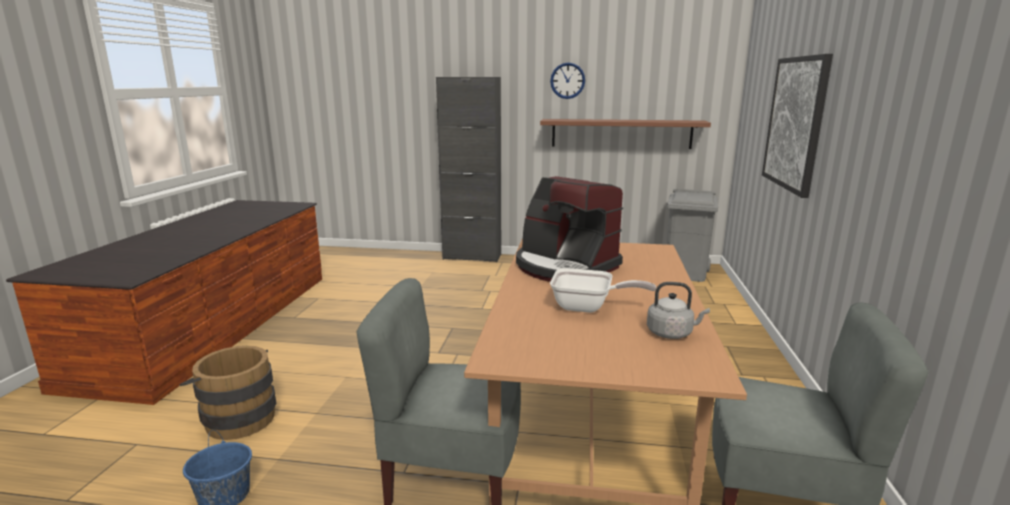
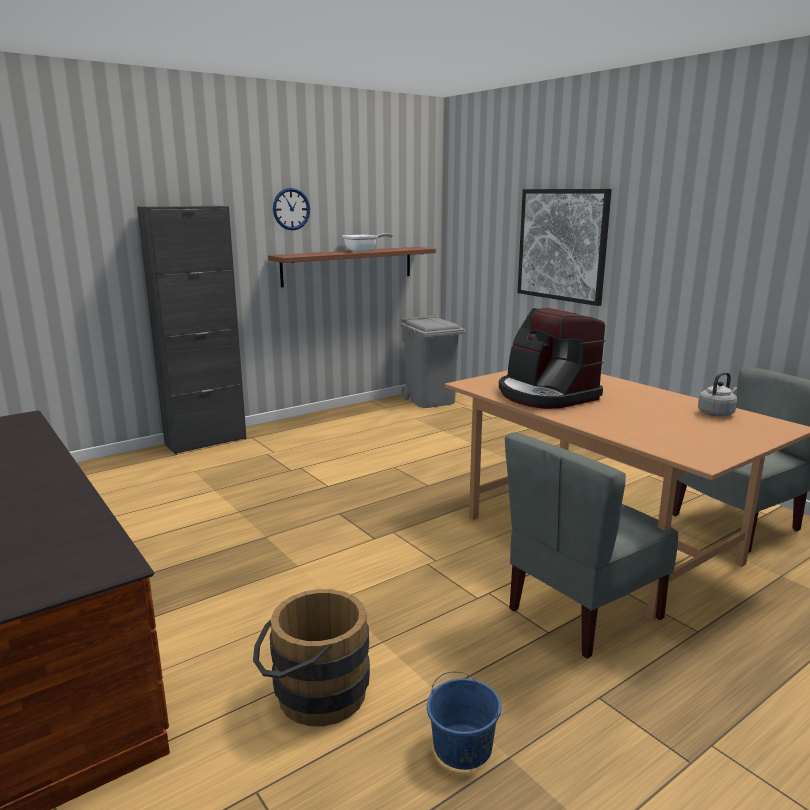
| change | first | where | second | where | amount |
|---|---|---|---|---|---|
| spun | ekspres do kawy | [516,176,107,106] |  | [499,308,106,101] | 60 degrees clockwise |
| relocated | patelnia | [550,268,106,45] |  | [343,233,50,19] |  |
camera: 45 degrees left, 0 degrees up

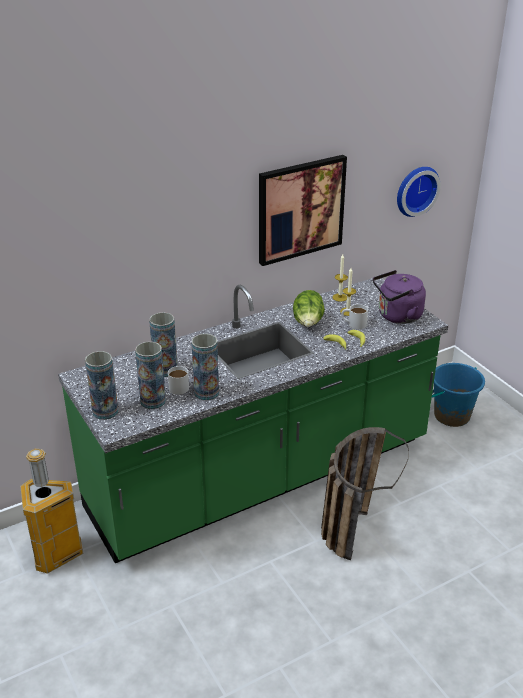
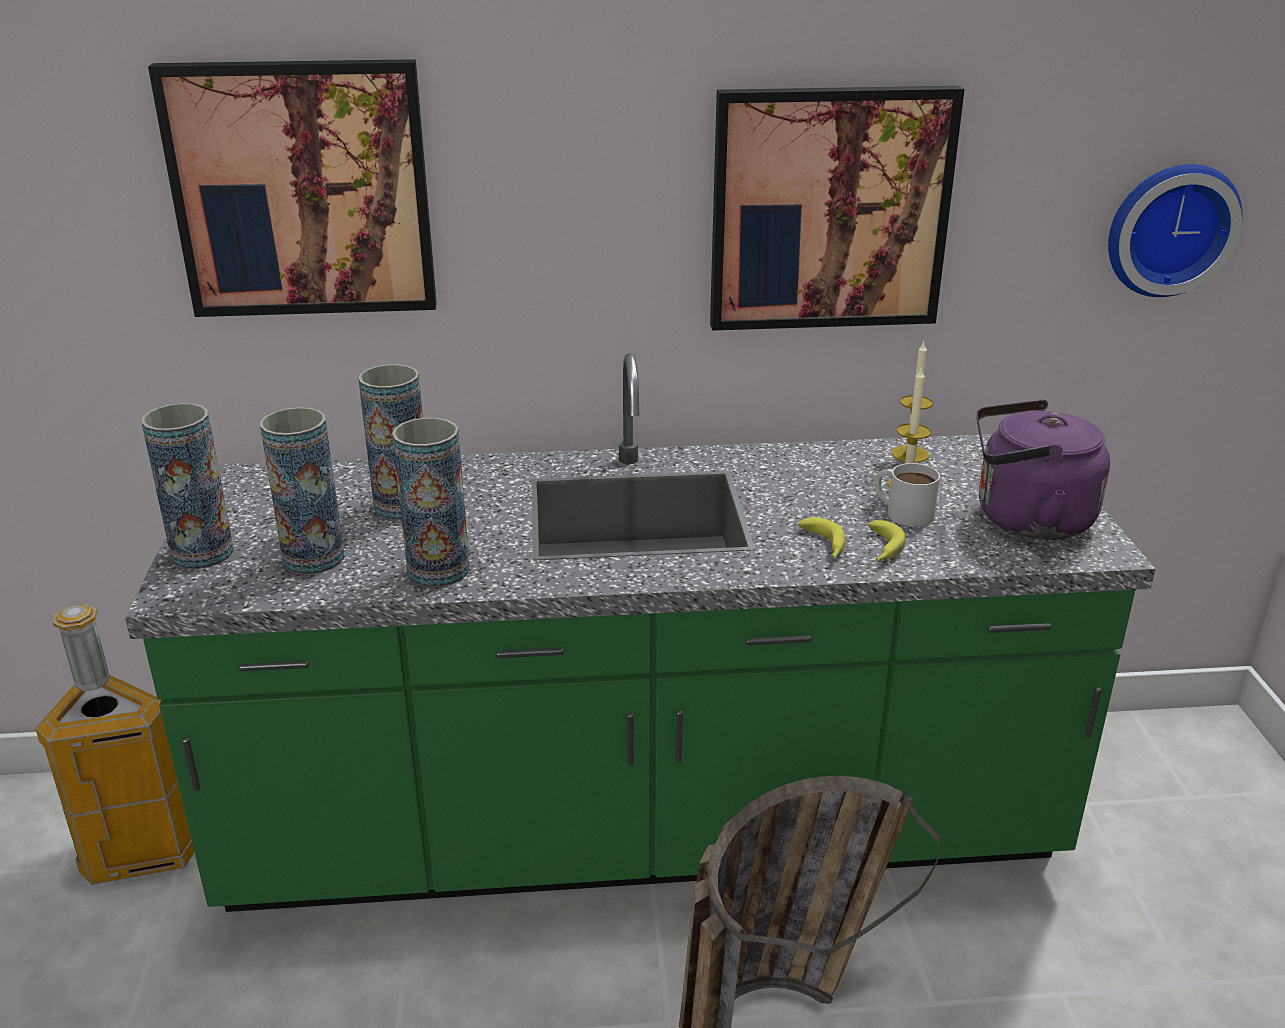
| change | first | where | second | where | amount |
|---|---|---|---|---|---|
| missing | kubek [biały] | [168,366,21,29] |  |  |  |
| missing | sałata | [293,290,32,37] |  |  |  |
| missing | wiadro [niebieski] | [432,363,53,64] |  |  |  |
| appeared |  |  | obraz | [148,59,289,258] |  |
camera: 25 degrees right, 5 degrees down

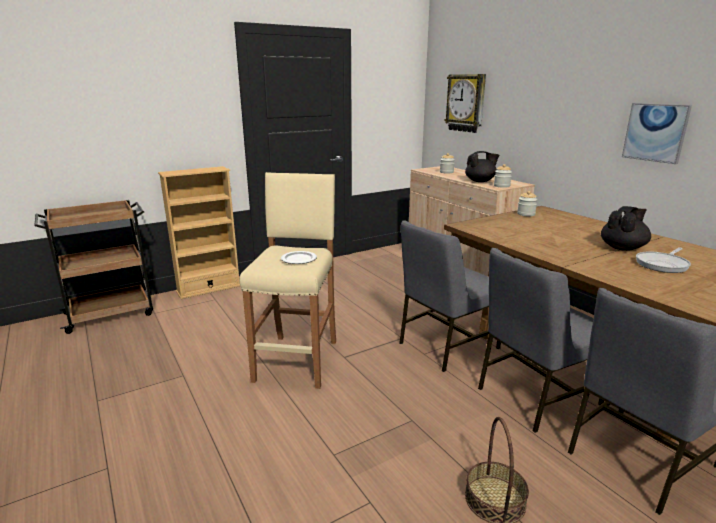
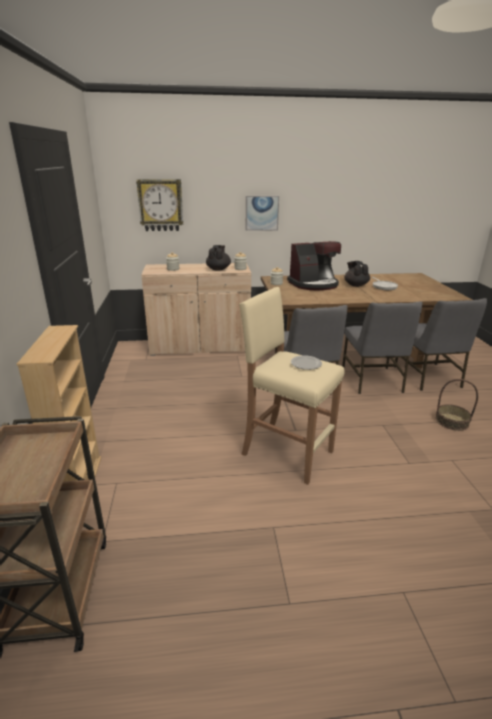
| change | first | where | second | where | amount |
|---|---|---|---|---|---|
| relocated | obraz | [622,103,70,61] |  | [246,196,33,35] |  |
| appeared |  |  | ekspres do kawy | [287,241,54,49] |  |
camera: 65 degrees left, 5 degrees up

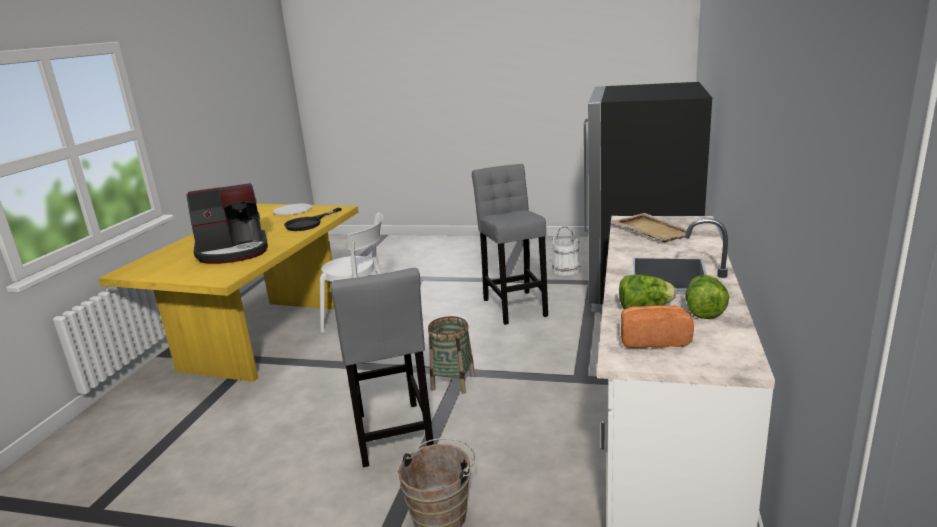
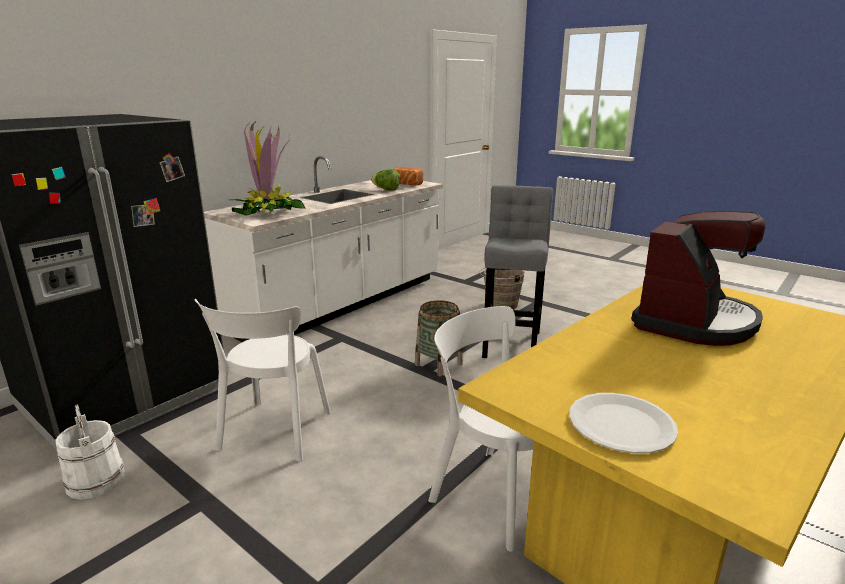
| change | first | where | second | where | amount |
|---|---|---|---|---|---|
| spun | ekspres do kawy | [186,183,82,81] |  | [631,211,135,135] | 120 degrees clockwise |
| missing | patelnia [czarny] | [284,208,58,23] |  |  |  |
| exchanged | stołek [szary] | [472,164,76,161] | krzesło [biały] | [194,299,137,162] |  |
| exchanged | taca [beżowy] | [610,213,90,29] | roślina doniczkowa | [229,120,77,96] |  |
| missing | sałata | [685,275,44,44] |  |  |  |
camera: 155 degrees left, 0 degrees up

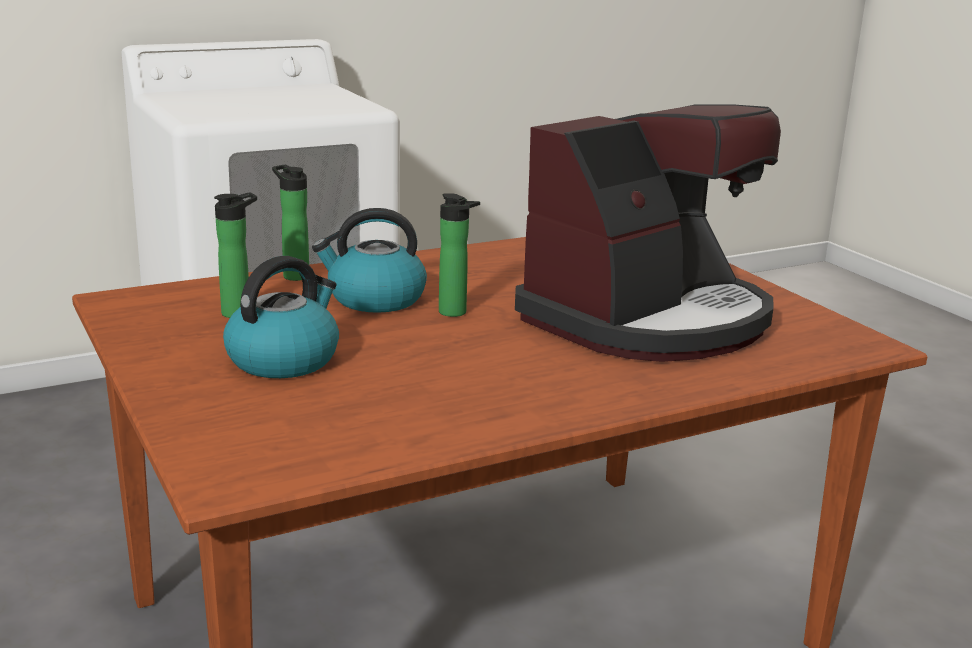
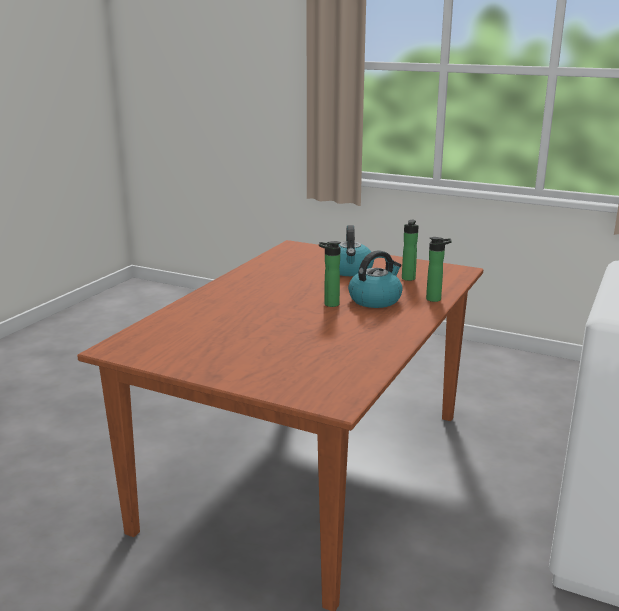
| change | first | where | second | where | amount |
|---|---|---|---|---|---|
| missing | ekspres do kawy | [515,105,266,257] |  |  |  |
camera: 145 degrees right, 0 degrees up

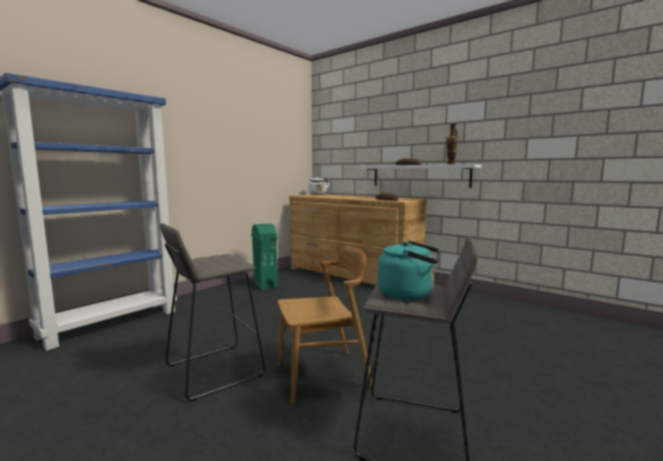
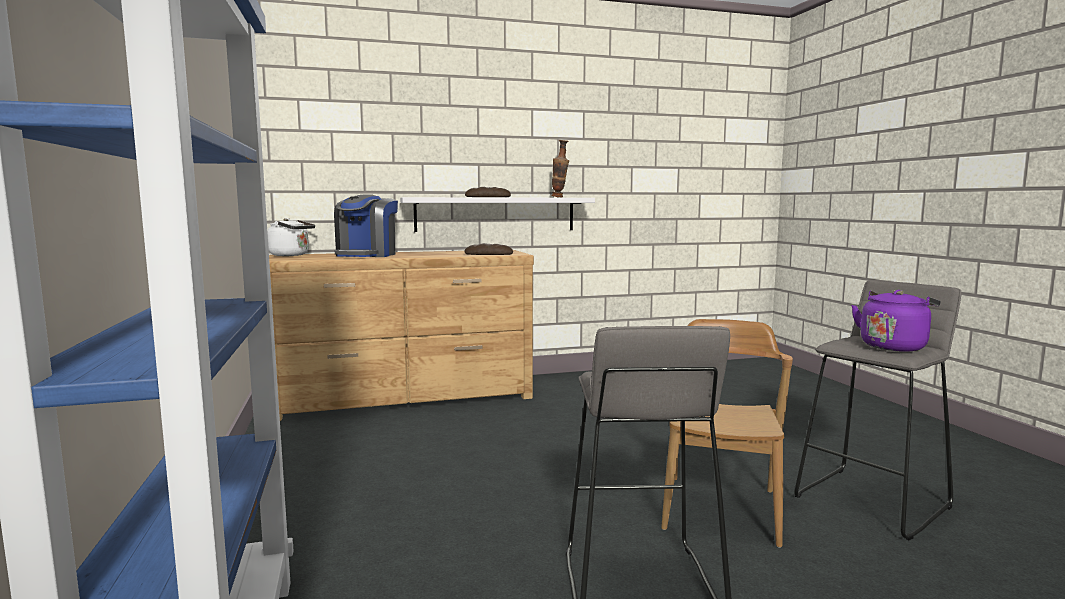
| change | first | where | second | where | amount |
|---|---|---|---|---|---|
| missing | kosz na śmieci [zielony] | [251,224,27,66] |  |  |  |
| colour | czajnik [turkusowy] | [378,241,61,59] | czajnik [fioletowy] | [851,290,90,62] |  |
| appeared |  |  | ekspres do kawy | [334,194,64,63] |  |
camera: 55 degrees left, 0 degrees up

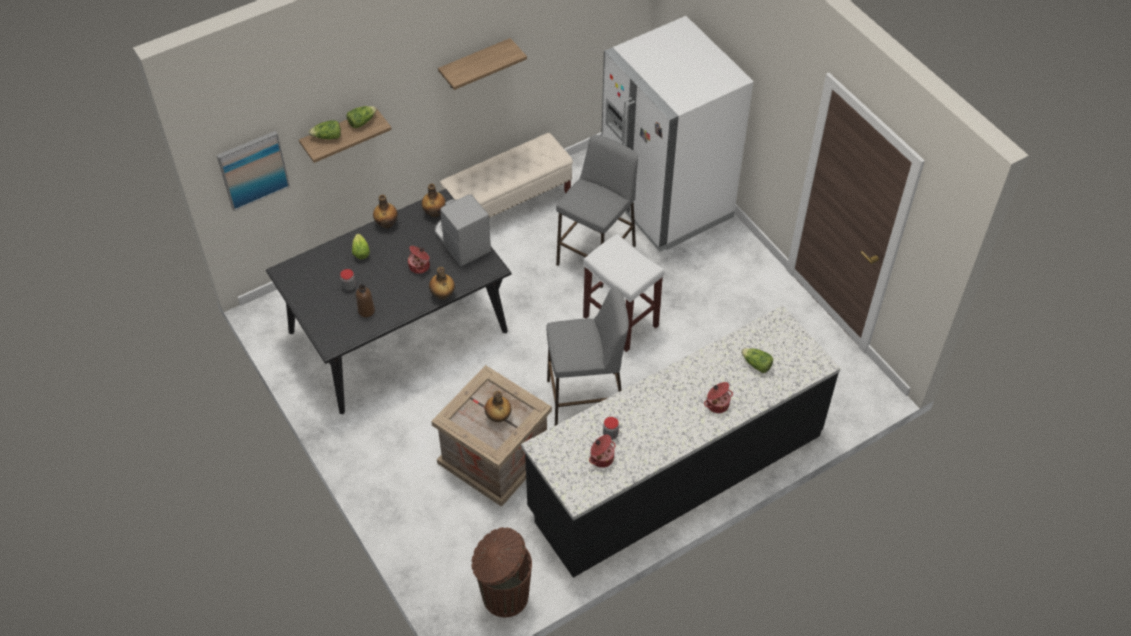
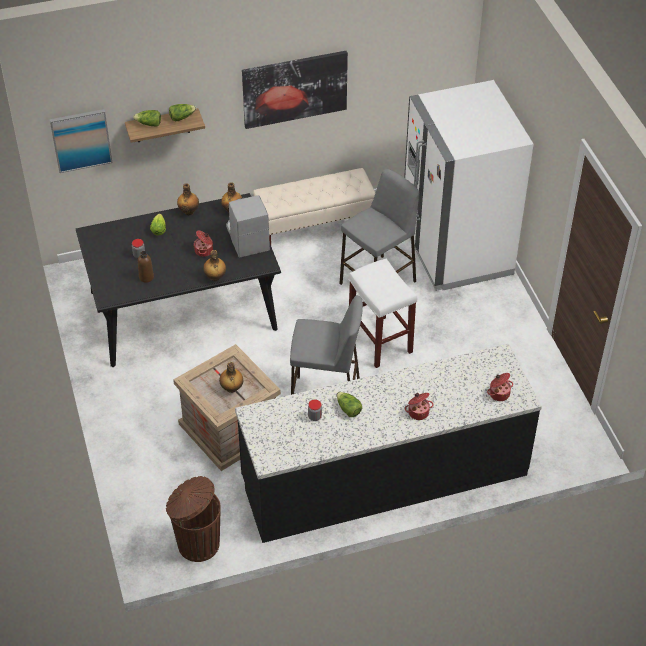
| change | first | where | second | where | amount |
|---|---|---|---|---|---|
| exchanged | półka | [438,38,89,52] | obraz | [242,51,106,78] |  |
| relocated | garnek | [589,435,27,33] |  | [487,373,26,28] |  |
| relocated | sałata | [741,348,32,25] |  | [337,392,25,25] |  |
camera: 15 degrees right, 5 degrees down

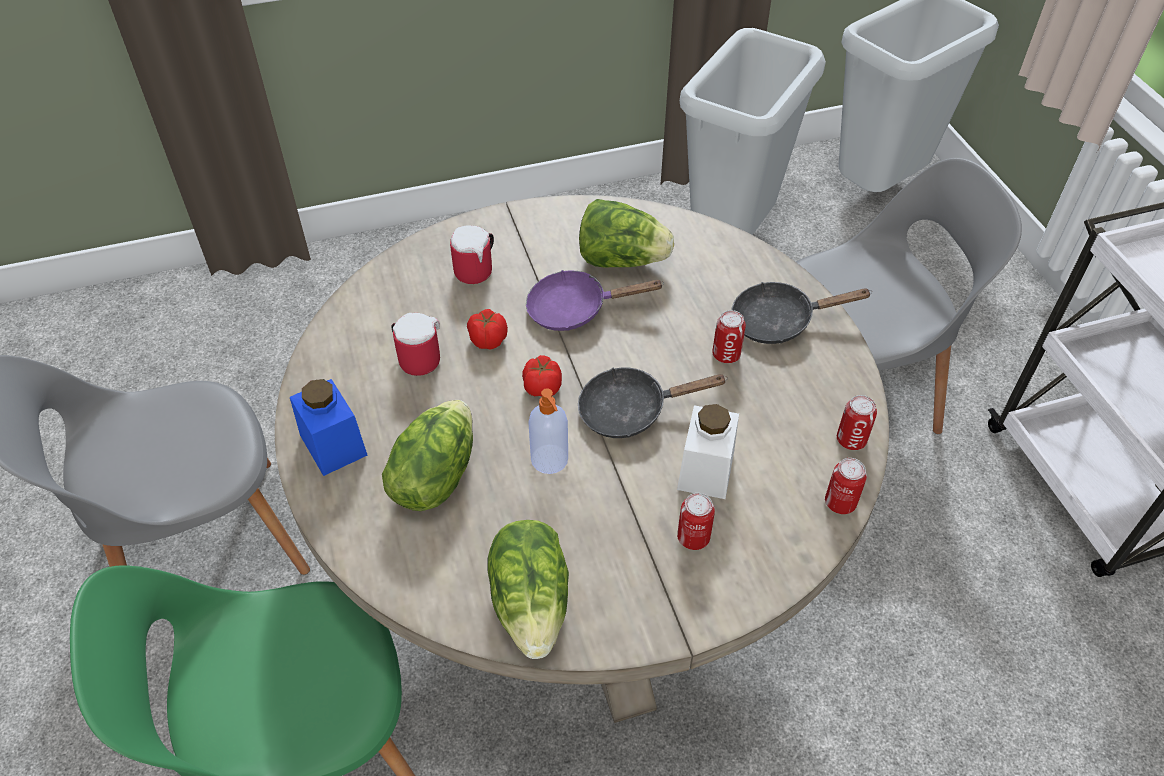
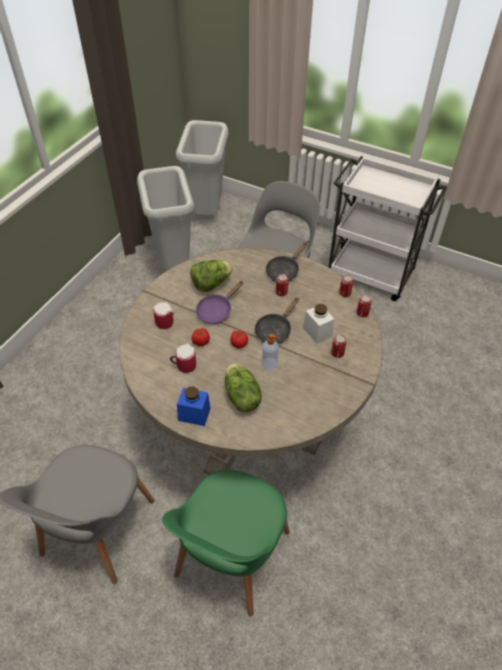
| change | first | where | second | where | amount |
|---|---|---|---|---|---|
| missing | sałata | [488,520,81,139] |  |  |  |
camera: 45 degrees left, 0 degrees up

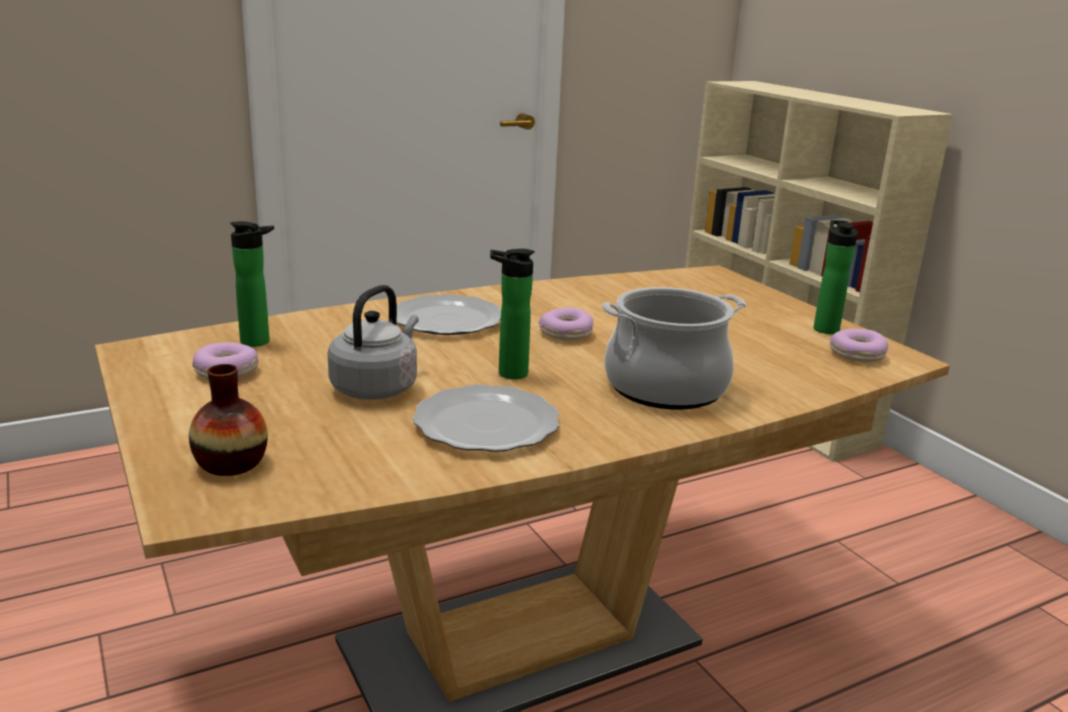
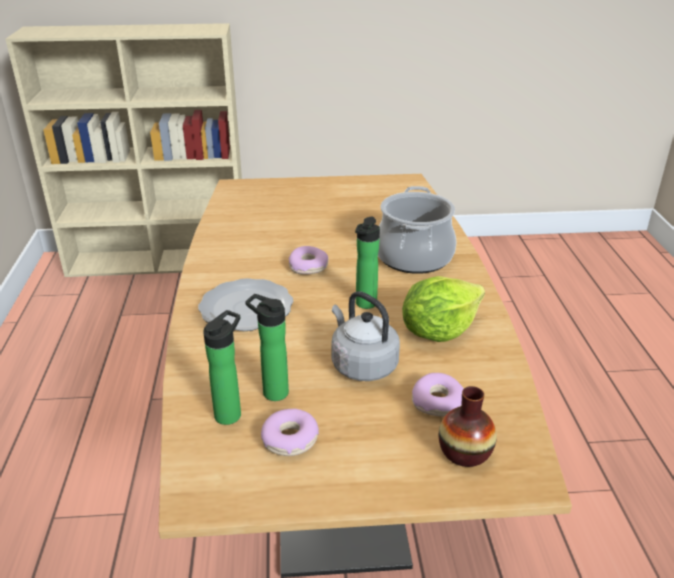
| change | first | where | second | where | amount |
|---|---|---|---|---|---|
| exchanged | talerz | [413,385,146,67] | sałata | [402,276,83,66] |  |
| relocated | butelka | [814,220,44,114] |  | [245,294,44,107] |  |
| relocated | donut | [830,329,58,33] |  | [412,373,52,44] |  |
camera: 65 degrees left, 10 degrees up

